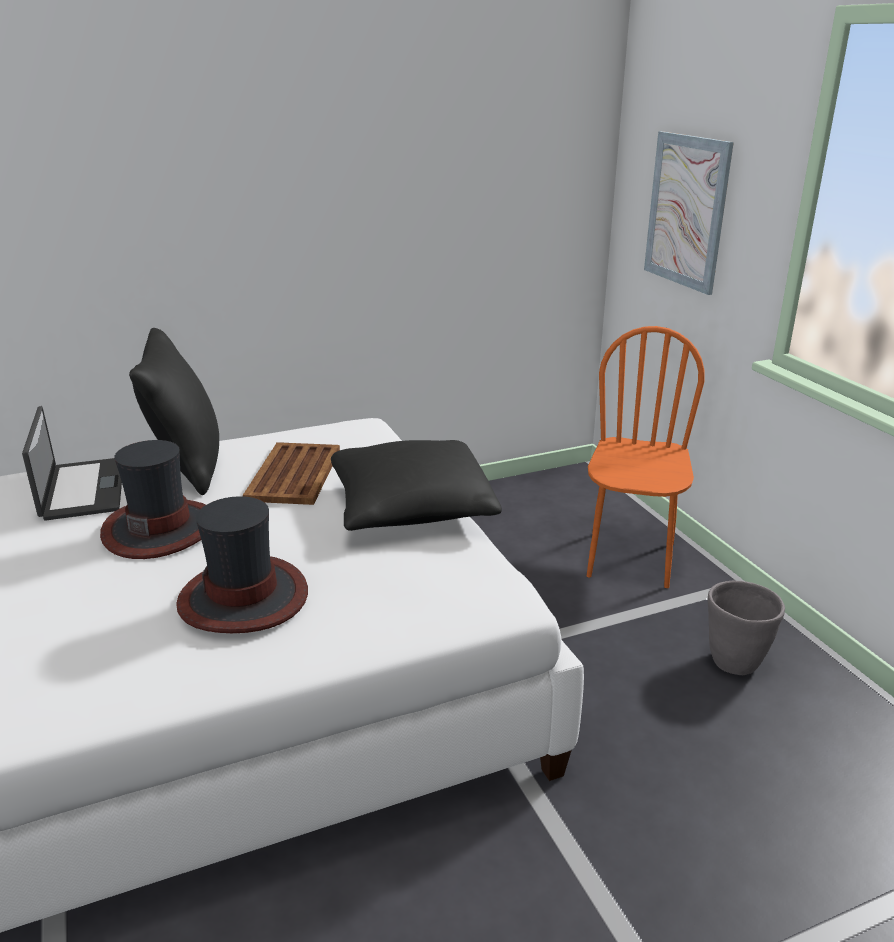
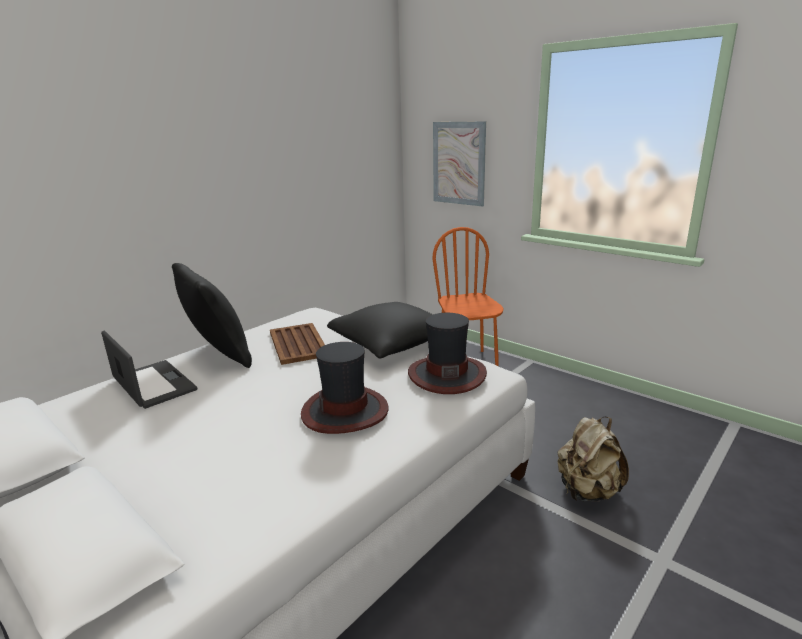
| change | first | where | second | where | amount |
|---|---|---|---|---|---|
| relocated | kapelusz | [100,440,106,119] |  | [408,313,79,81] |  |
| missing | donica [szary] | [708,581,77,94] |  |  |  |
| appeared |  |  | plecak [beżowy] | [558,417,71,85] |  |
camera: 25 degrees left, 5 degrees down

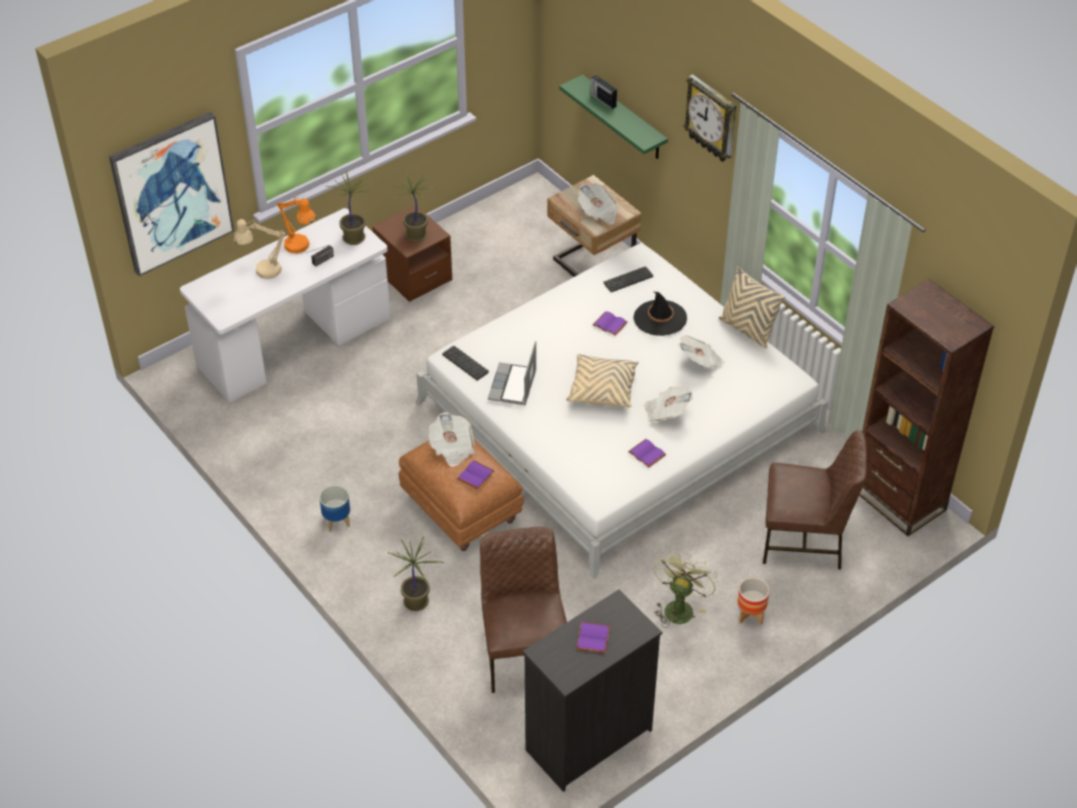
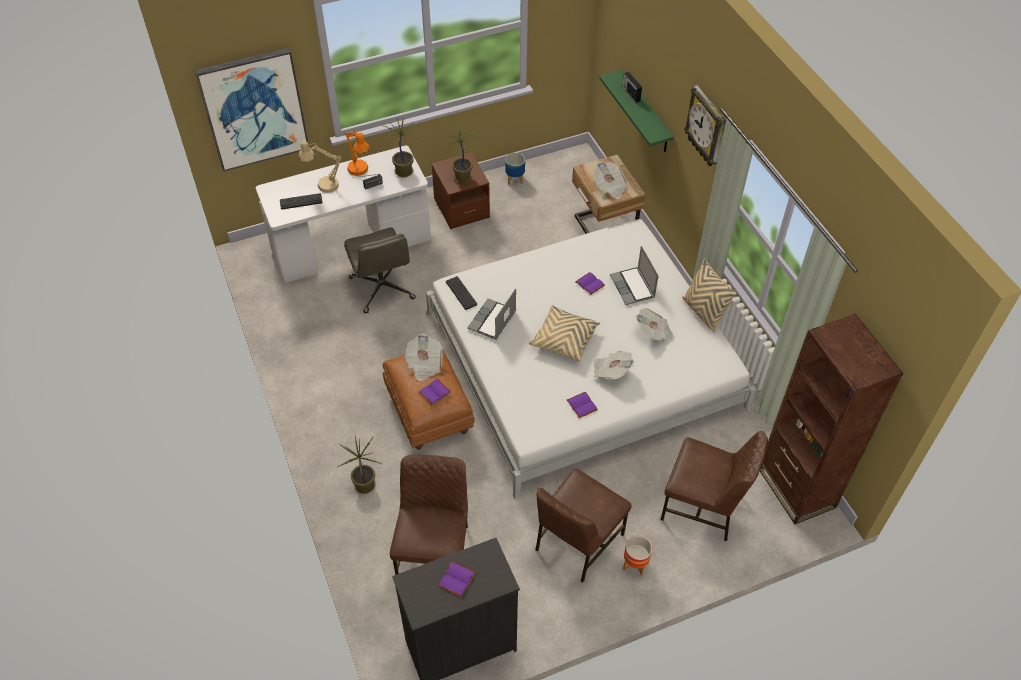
| change | first | where | second | where | amount |
|---|---|---|---|---|---|
| relocated | donica | [319,485,31,47] |  | [505,152,20,32] |  |
| relocated | klawiatura | [604,266,49,26] |  | [280,193,43,17] |  |
| exchanged | kapelusz [czarny] | [633,292,54,44] | laptop | [610,246,49,59] |  |
| exchanged | wentylator [zielony] | [654,551,63,77] | krzesło [brązowy] | [536,468,96,115] |  |
| appeared |  |  | krzesło biurowe [szary] | [344,227,72,86] |  |
camera: 15 degrees right, 5 degrees up

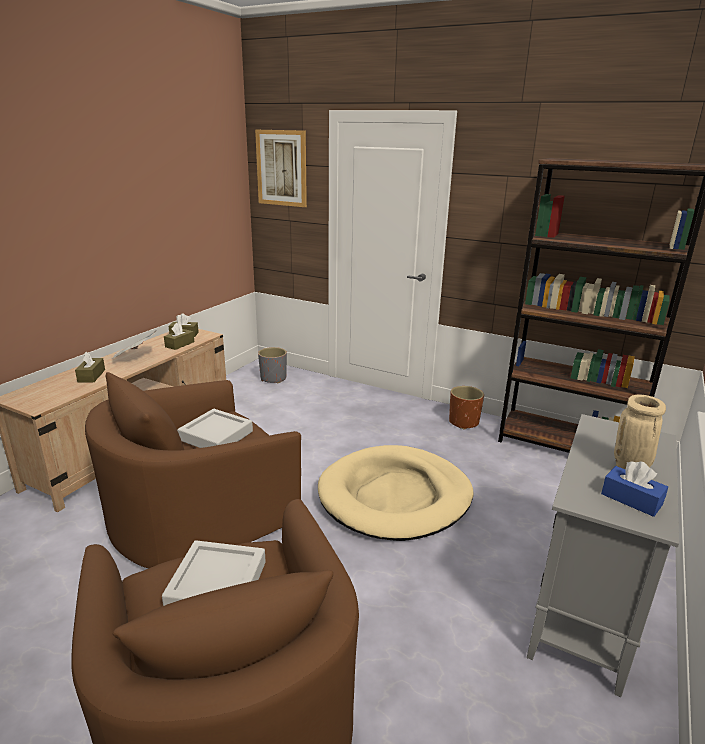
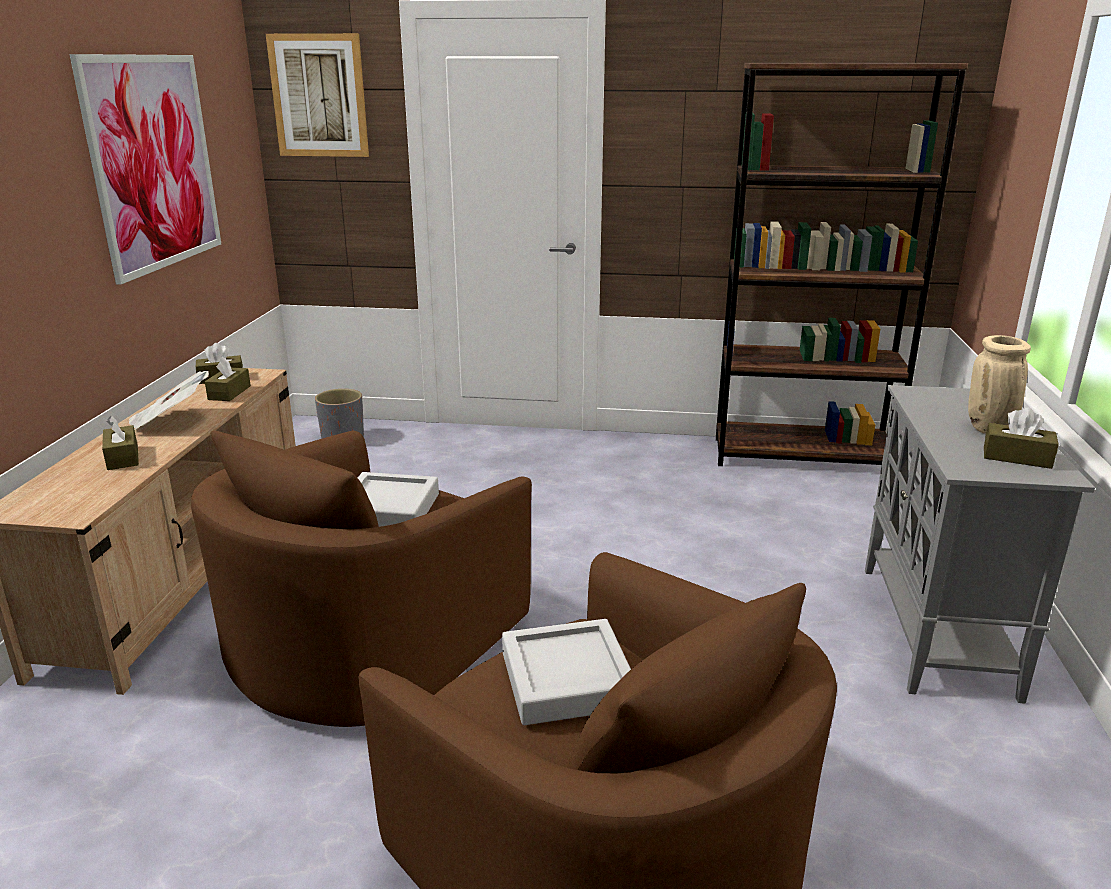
| change | first | where | second | where | amount |
|---|---|---|---|---|---|
| missing | legowisko [beżowy] | [318,445,156,96] |  |  |  |
| missing | donica [brązowy] | [449,386,35,44] |  |  |  |
| colour | pudełko chusteczek [niebieski] | [601,461,67,56] | pudełko chusteczek [brązowy] | [984,408,75,61] |  |
| appeared |  |  | obraz | [69,54,152,231] |  |
camera: 20 degrees left, 0 degrees up

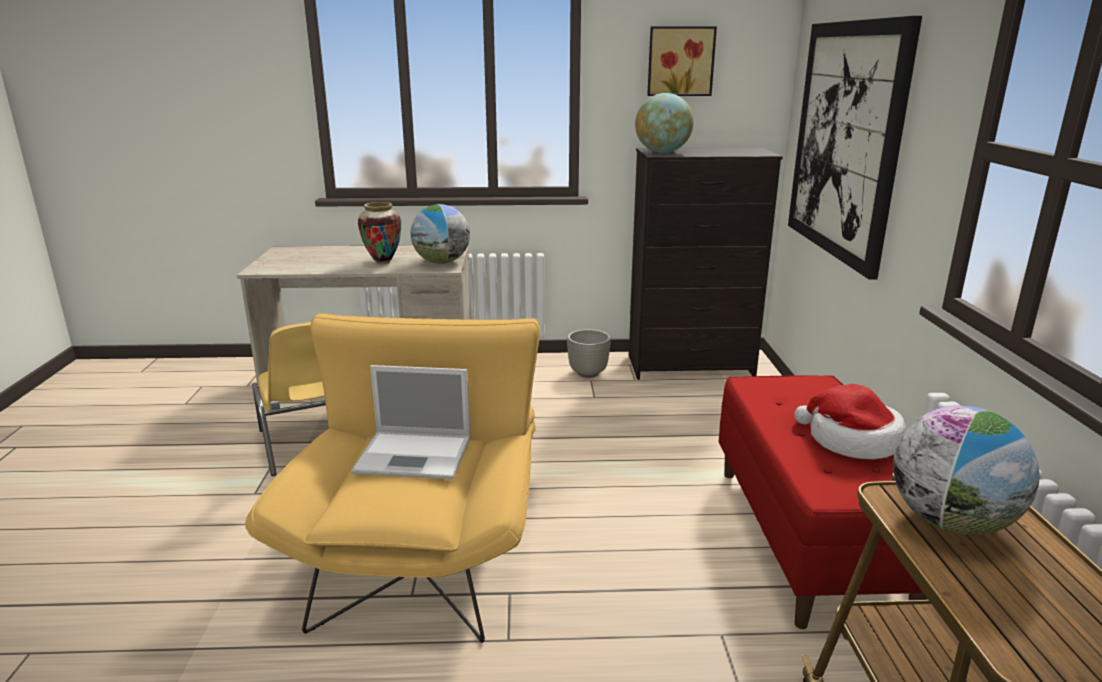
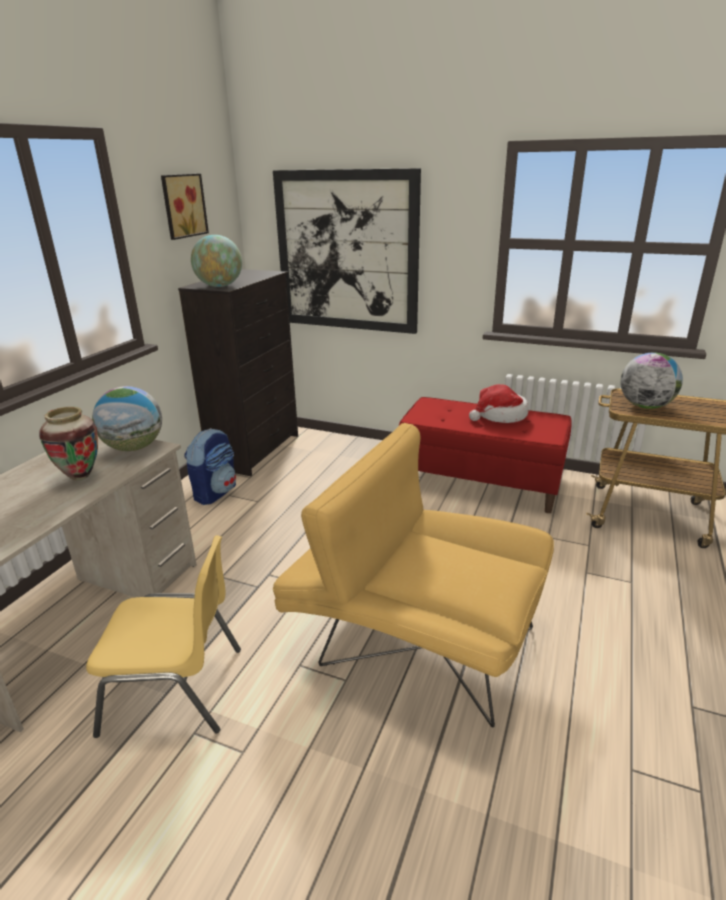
| change | first | where | second | where | amount |
|---|---|---|---|---|---|
| missing | laptop | [351,365,119,114] |  |  |  |
| exchanged | donica [szary] | [567,329,44,49] | plecak | [184,428,52,77] |  |
camera: 65 degrees left, 5 degrees up

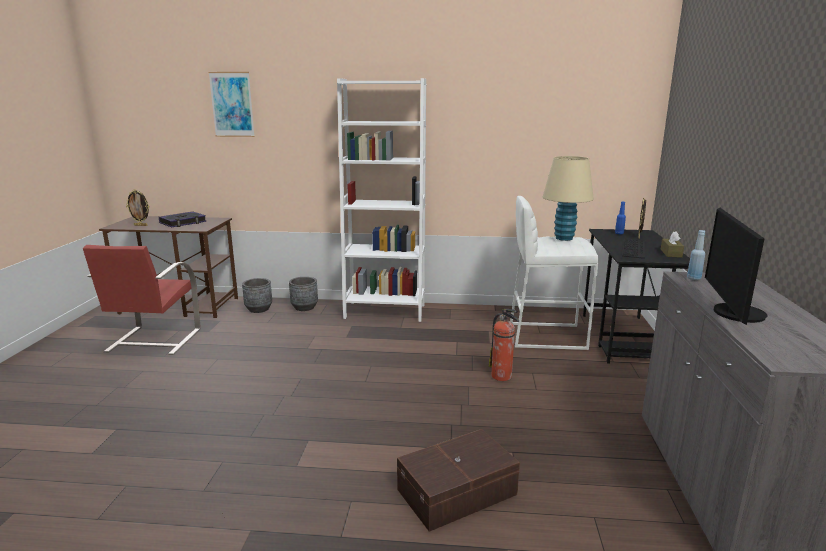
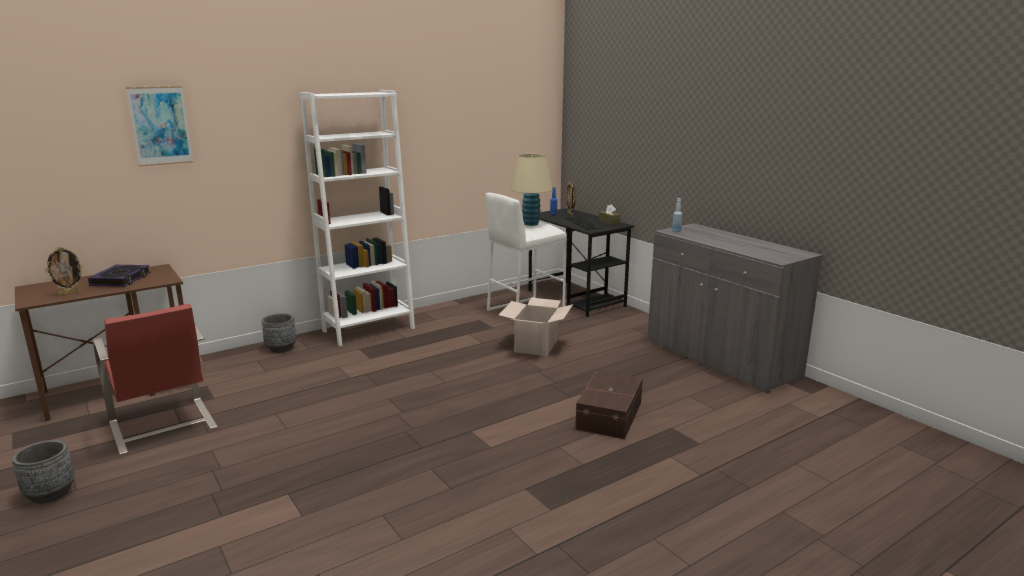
| change | first | where | second | where | amount |
|---|---|---|---|---|---|
| relocated | donica [szary] | [242,278,30,35] |  | [12,440,63,63] |  |
| exchanged | gaśnica | [489,309,30,72] | karton | [499,298,74,58] |  |
| missing | monitor | [705,208,62,117] |  |  |  |
camera: 40 degrees left, 0 degrees up

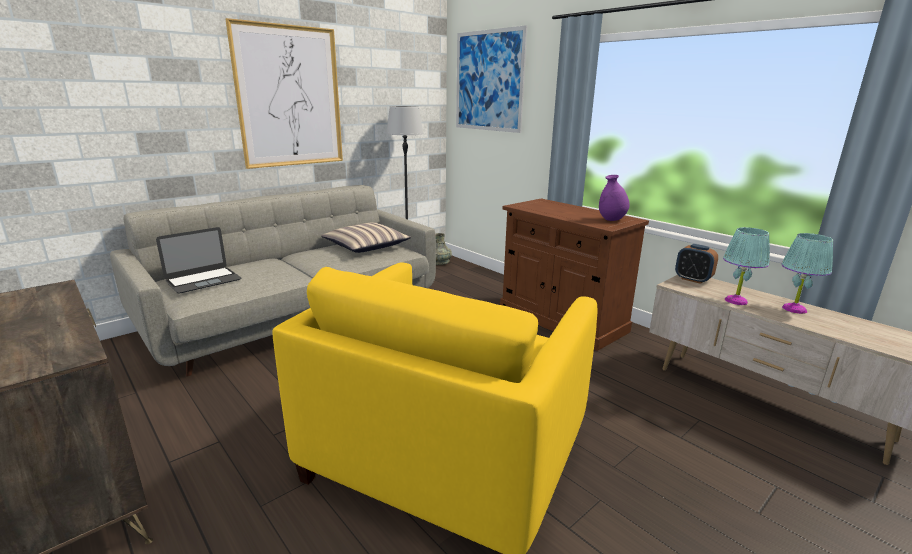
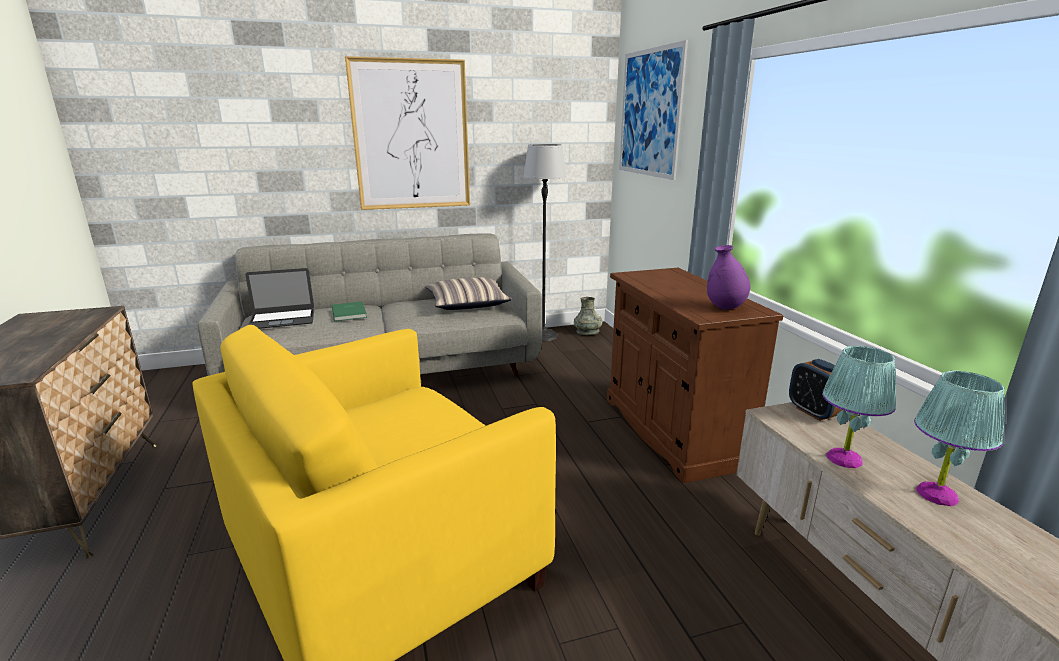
| change | first | where | second | where | amount |
|---|---|---|---|---|---|
| appeared |  |  | książka [zielony] | [332,301,35,20] |  |
camera: 25 degrees right, 0 degrees up

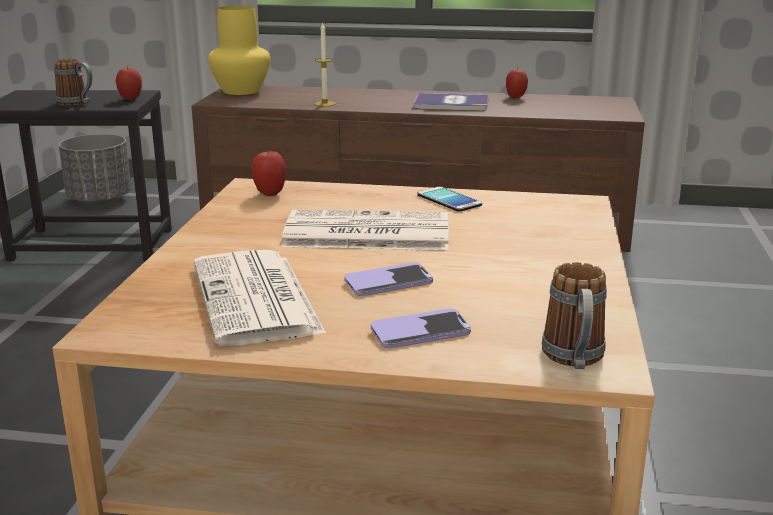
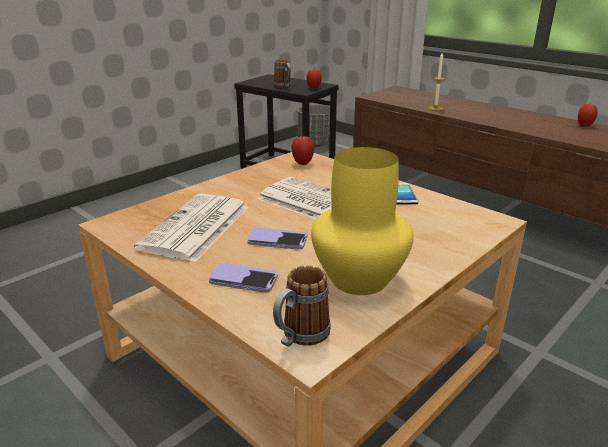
| change | first | where | second | where | amount |
|---|---|---|---|---|---|
| relocated | wazon [żółty] | [208,6,62,89] |  | [311,147,102,148] |  |
| missing | książka | [414,93,75,18] |  |  |  |
camera: 35 degrees right, 5 degrees up

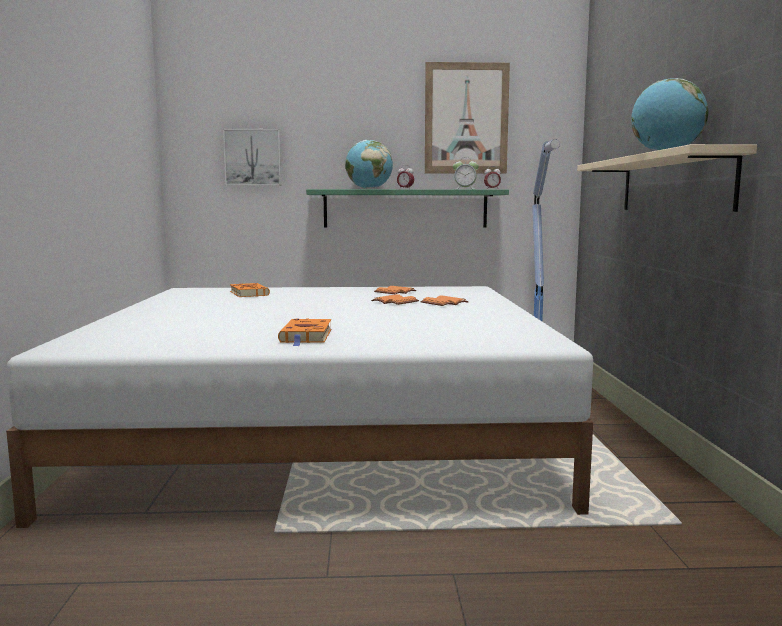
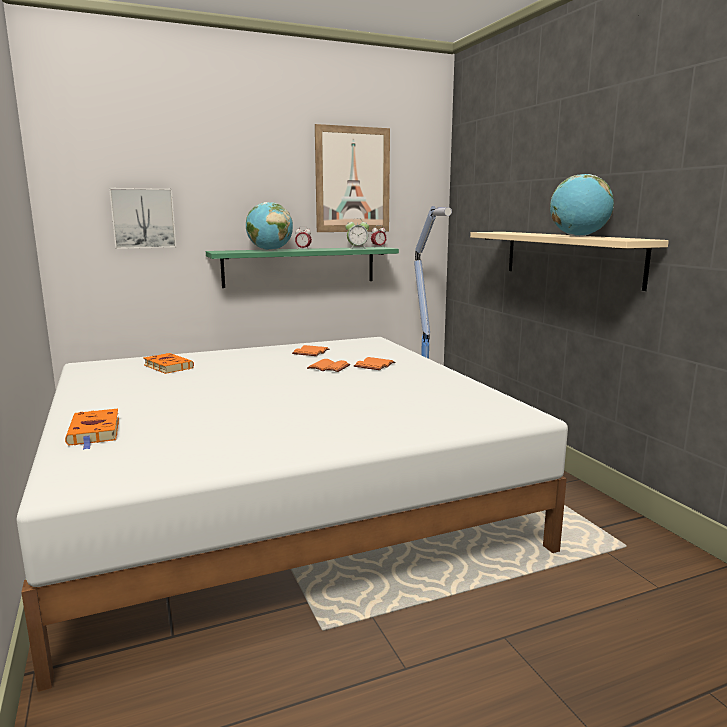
| change | first | where | second | where | amount |
|---|---|---|---|---|---|
| relocated | książka [pomarańczowy] | [278,319,53,27] |  | [65,409,54,41] |  |
camera: 20 degrees left, 5 degrees up

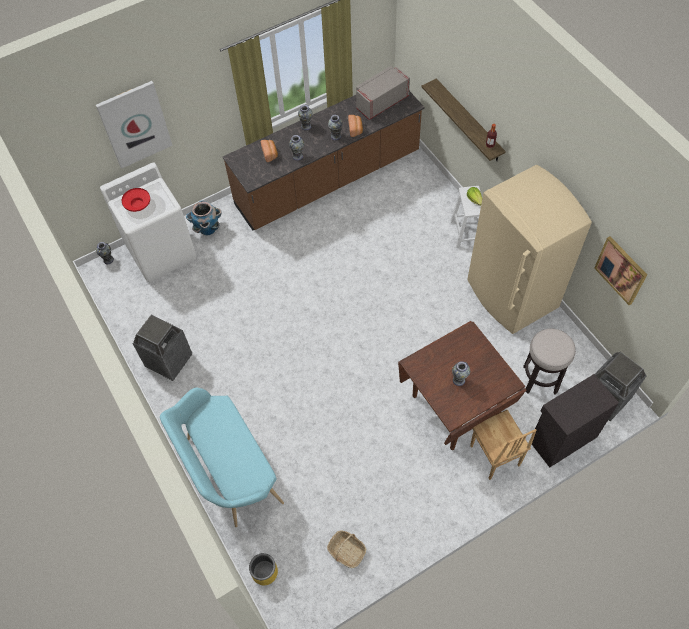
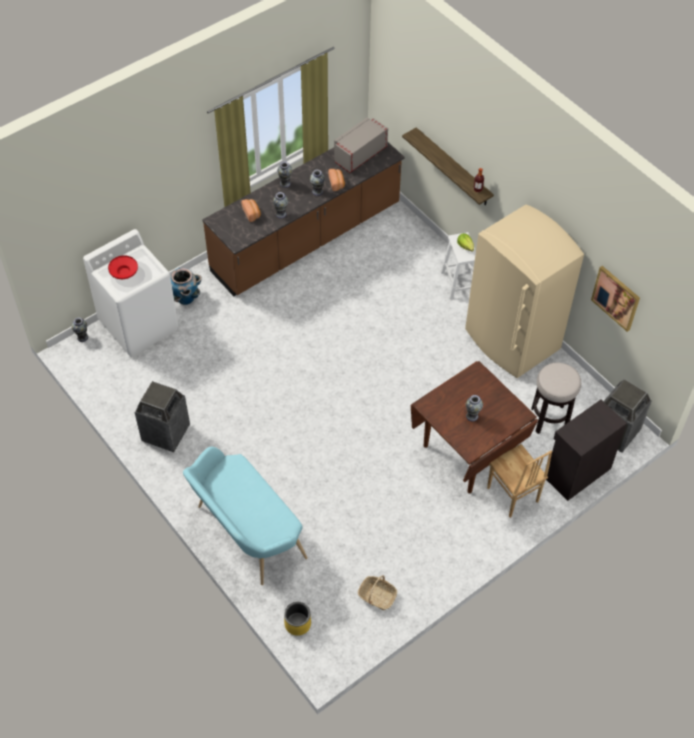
| change | first | where | second | where | amount |
|---|---|---|---|---|---|
| missing | obraz | [96,81,76,88] |  |  |  |
camera: 10 degrees left, 5 degrees down

